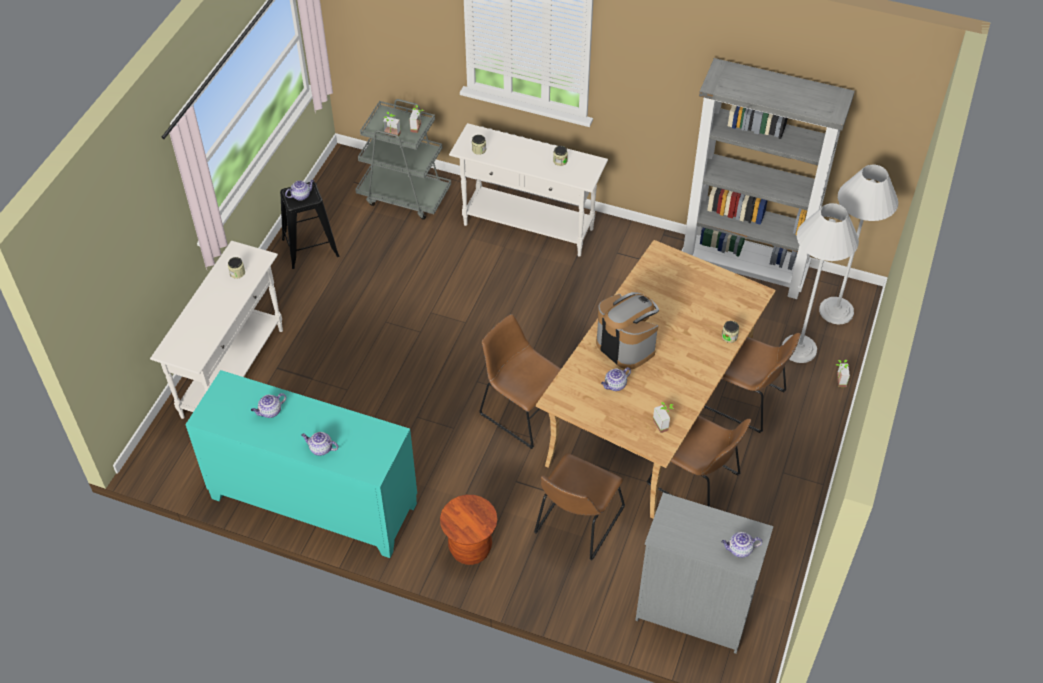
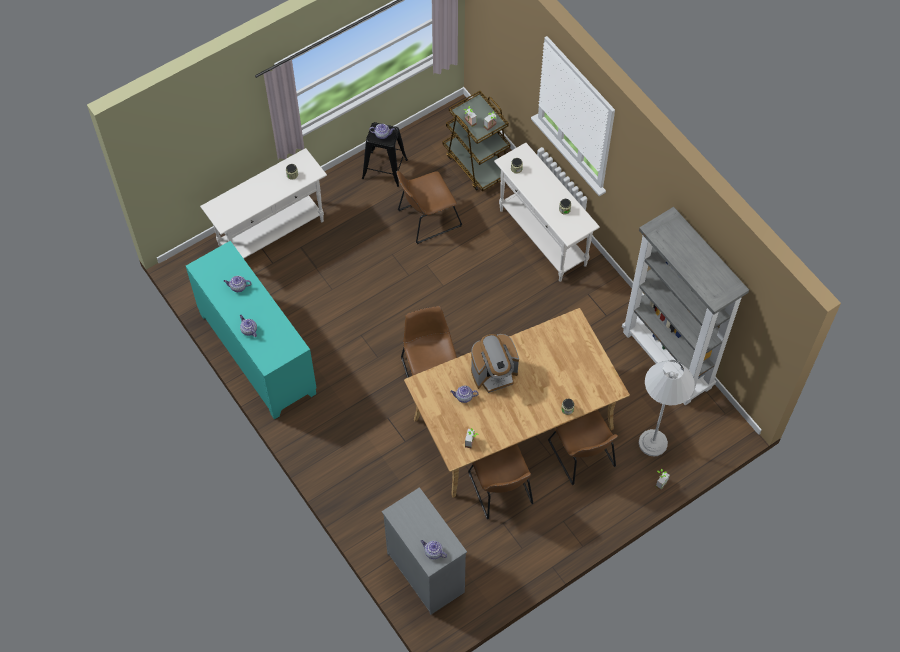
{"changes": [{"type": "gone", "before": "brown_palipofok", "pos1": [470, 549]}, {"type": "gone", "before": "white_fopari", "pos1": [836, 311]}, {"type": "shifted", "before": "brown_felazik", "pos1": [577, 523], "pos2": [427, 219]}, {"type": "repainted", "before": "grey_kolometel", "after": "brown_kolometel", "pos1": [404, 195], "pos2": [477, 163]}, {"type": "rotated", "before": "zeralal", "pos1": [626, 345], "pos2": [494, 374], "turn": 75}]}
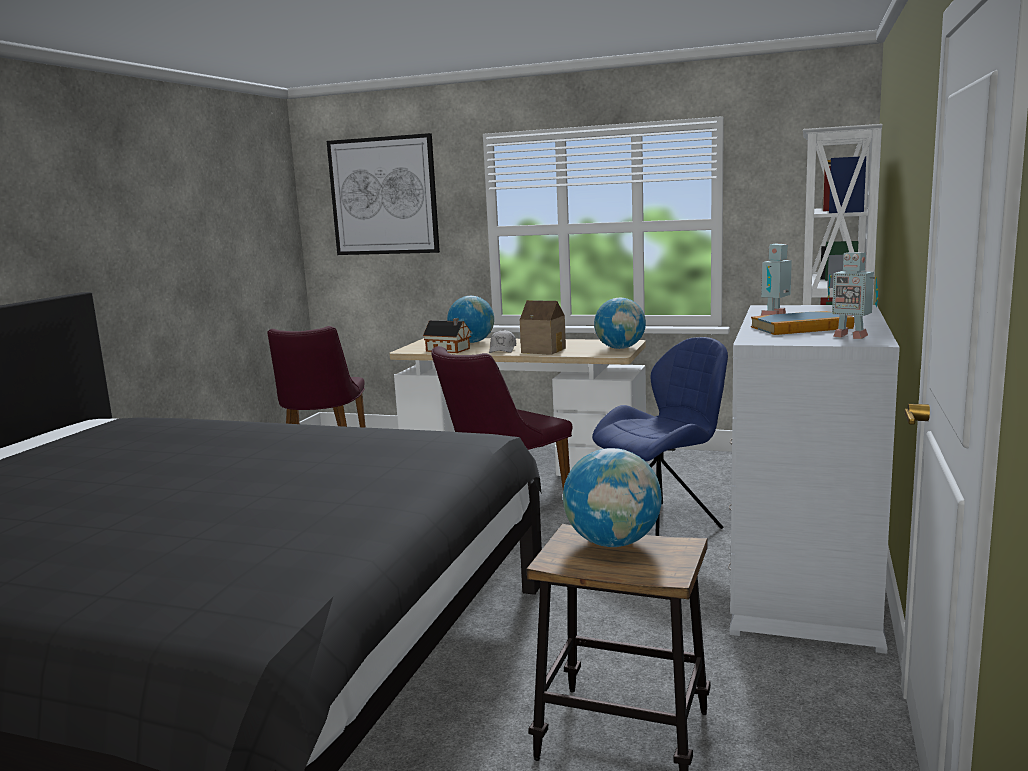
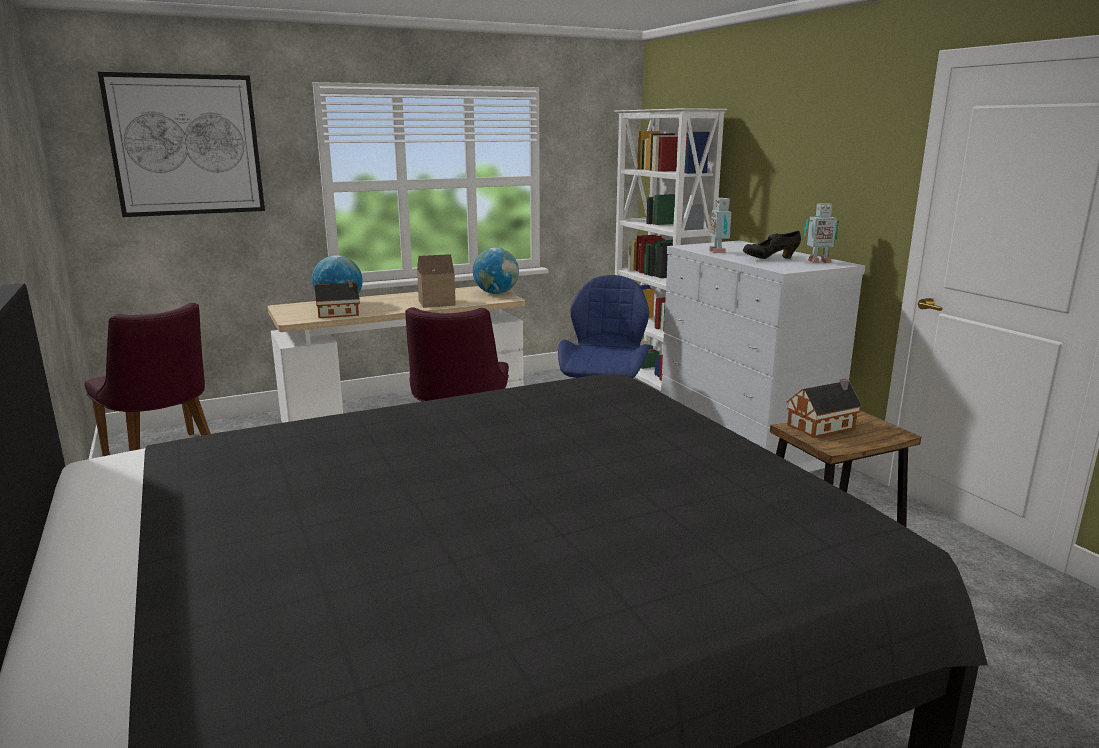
{"changes": [{"type": "gone", "before": "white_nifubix", "pos1": [502, 349]}, {"type": "swapped", "before": "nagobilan", "after": "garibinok", "pos1": [613, 543], "pos2": [823, 426]}, {"type": "swapped", "before": "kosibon", "after": "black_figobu", "pos1": [801, 328], "pos2": [770, 259]}]}
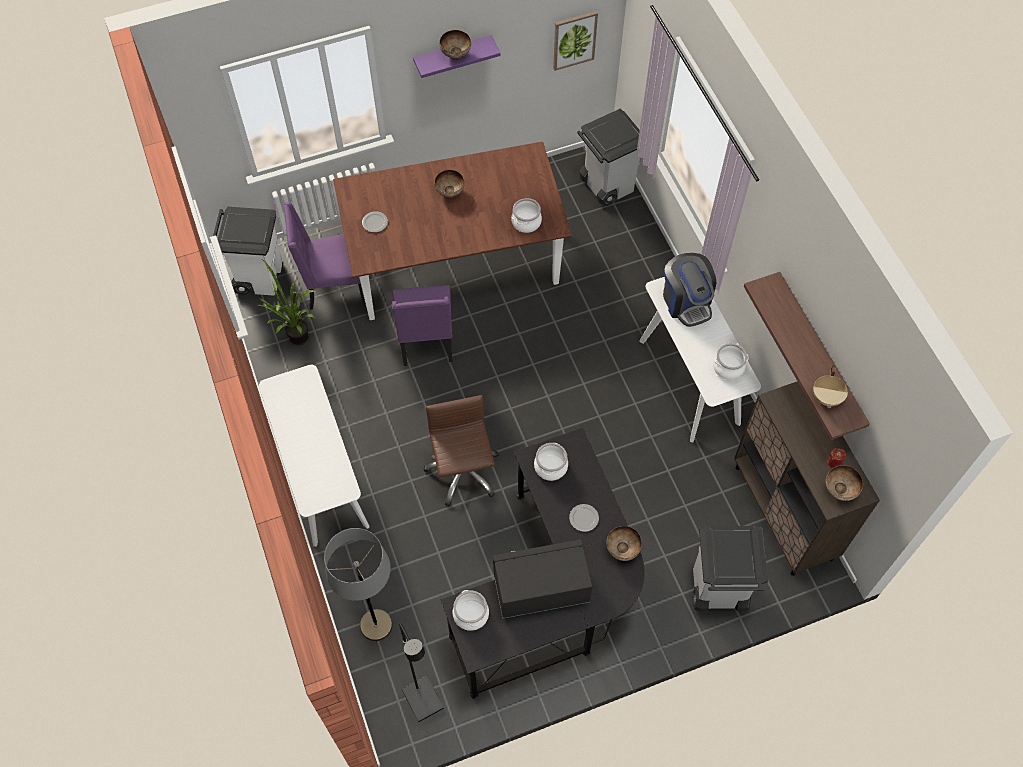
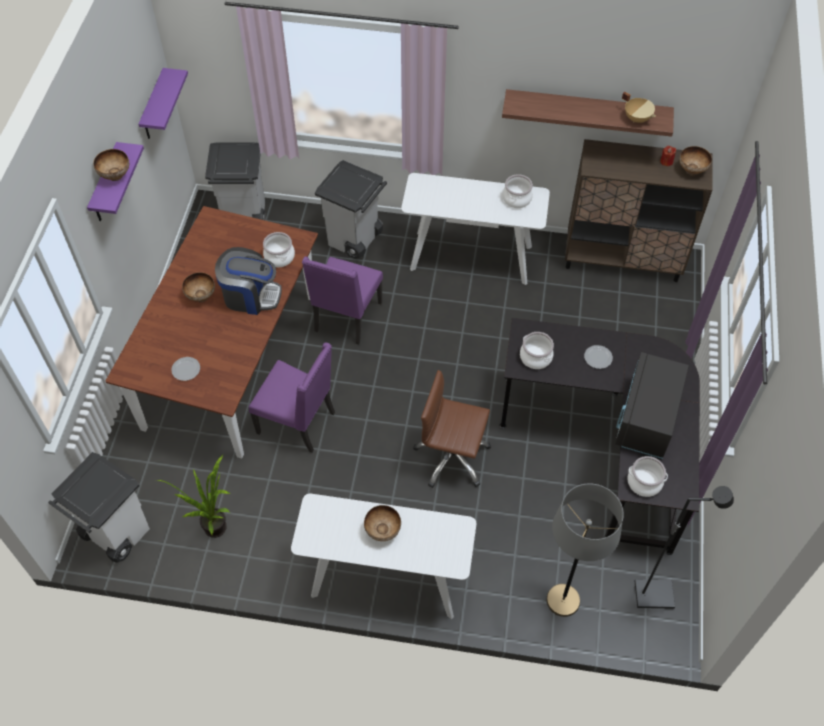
{"changes": [{"type": "shifted", "before": "purple_felazik", "pos1": [333, 287], "pos2": [346, 318]}, {"type": "shifted", "before": "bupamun", "pos1": [622, 550], "pos2": [383, 531]}, {"type": "shifted", "before": "zeralal", "pos1": [686, 301], "pos2": [250, 296]}, {"type": "shifted", "before": "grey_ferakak", "pos1": [717, 590], "pos2": [354, 240]}, {"type": "swapped", "before": "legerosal", "after": "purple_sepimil", "pos1": [574, 40], "pos2": [153, 106]}]}
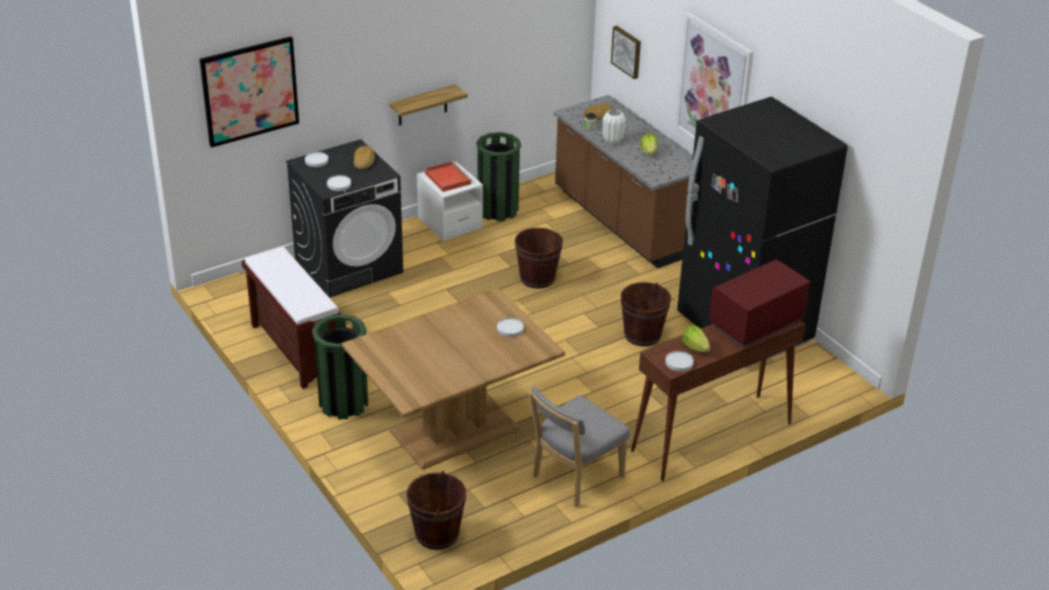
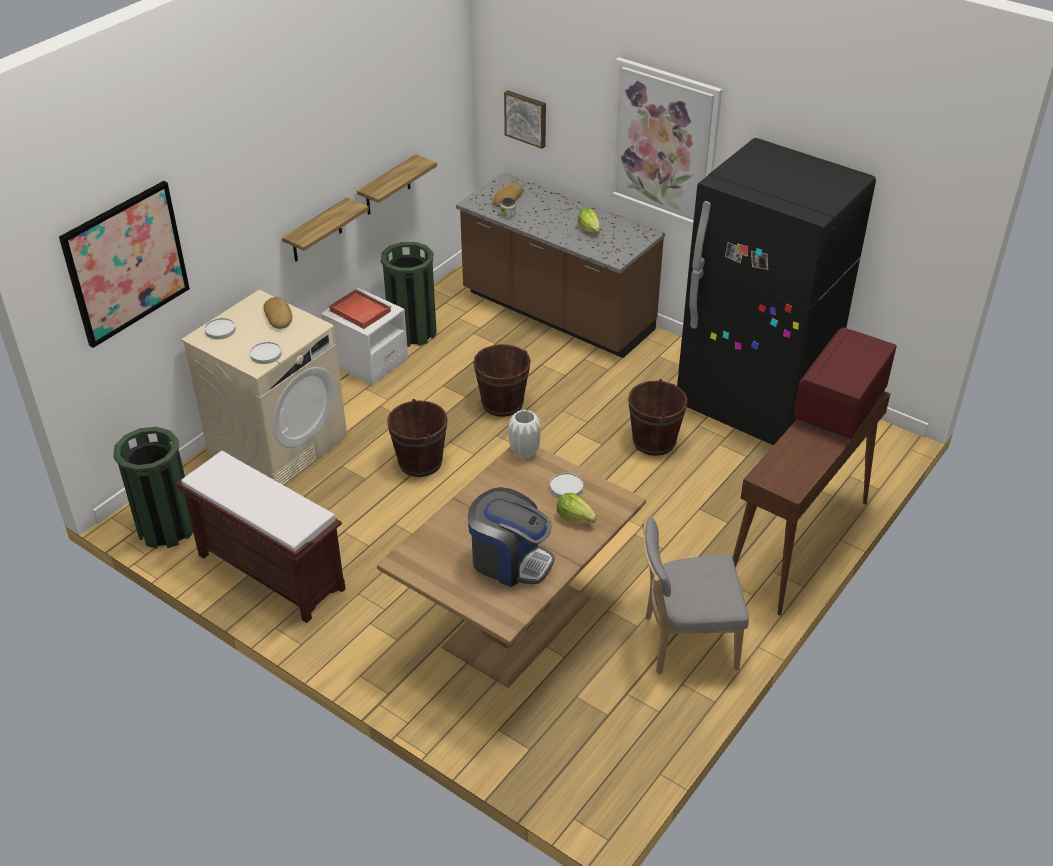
{"changes": [{"type": "gone", "before": "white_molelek", "pos1": [679, 362]}, {"type": "new", "after": "sepimil", "pos2": [387, 186]}, {"type": "new", "after": "zeralal", "pos2": [510, 560]}, {"type": "shifted", "before": "green_ferakak", "pos1": [343, 403], "pos2": [166, 528]}, {"type": "shifted", "before": "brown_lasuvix", "pos1": [437, 534], "pos2": [420, 462]}, {"type": "shifted", "before": "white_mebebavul", "pos1": [612, 141], "pos2": [524, 452]}, {"type": "shifted", "before": "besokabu", "pos1": [695, 347], "pos2": [575, 518]}, {"type": "repainted", "before": "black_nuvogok", "after": "beige_nuvogok", "pos1": [349, 265], "pos2": [278, 444]}, {"type": "rotated", "before": "grey_felazik", "pos1": [574, 478], "pos2": [685, 642], "turn": 60}]}
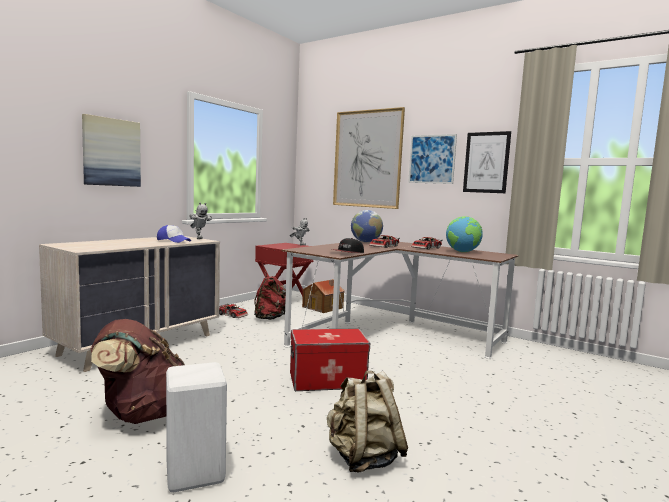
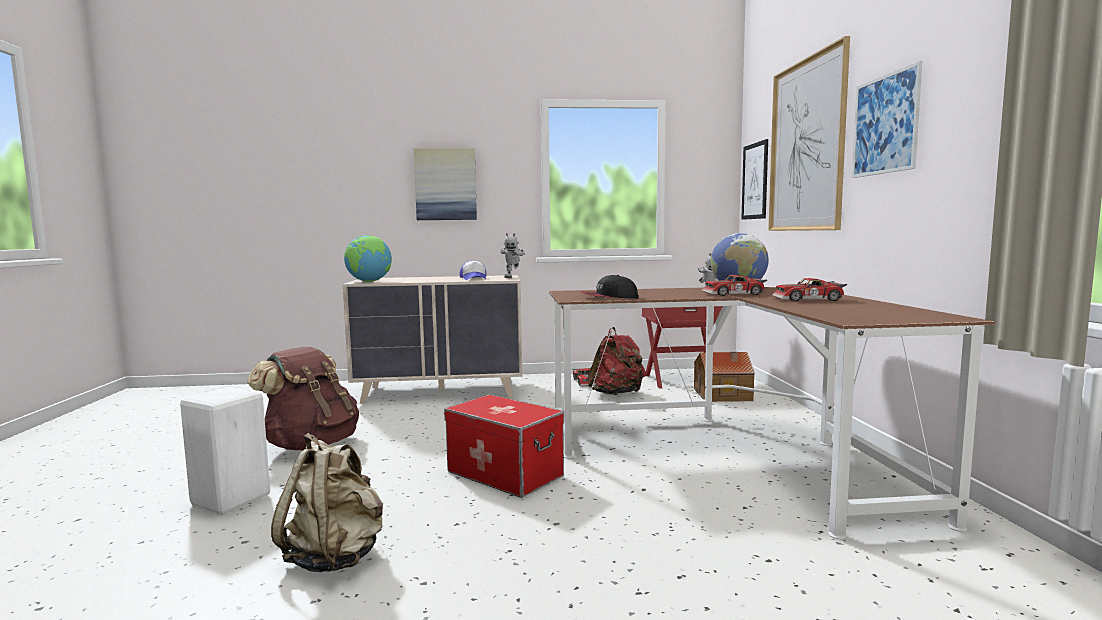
{"changes": [{"type": "shifted", "before": "nagobilan", "pos1": [462, 252], "pos2": [369, 281]}, {"type": "shifted", "before": "legerosal", "pos1": [486, 162], "pos2": [755, 181]}]}
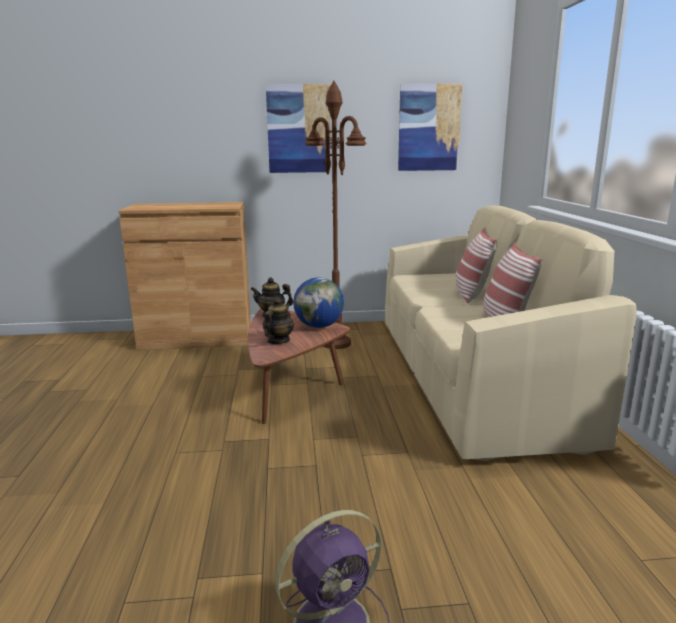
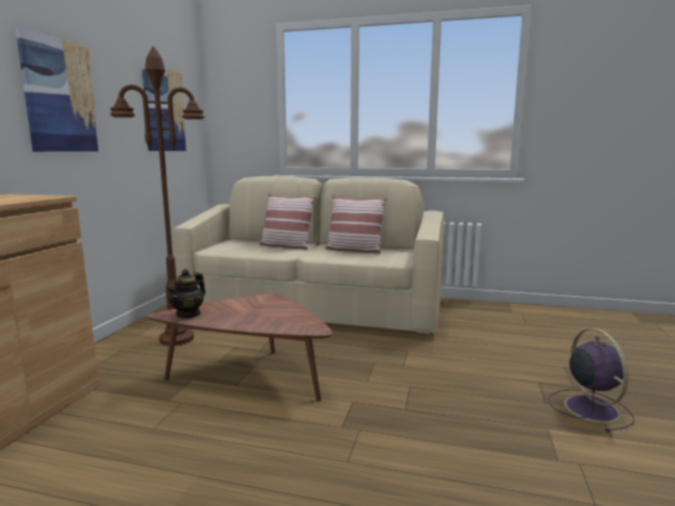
{"changes": [{"type": "gone", "before": "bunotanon", "pos1": [278, 341]}, {"type": "gone", "before": "nagobilan", "pos1": [319, 326]}]}
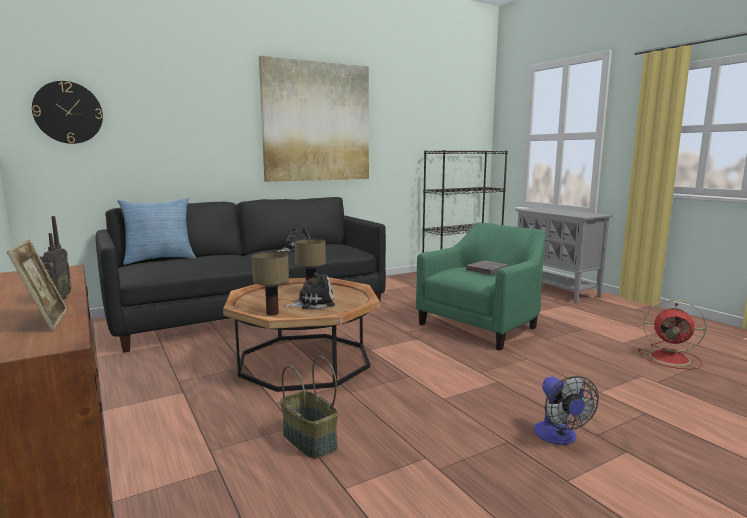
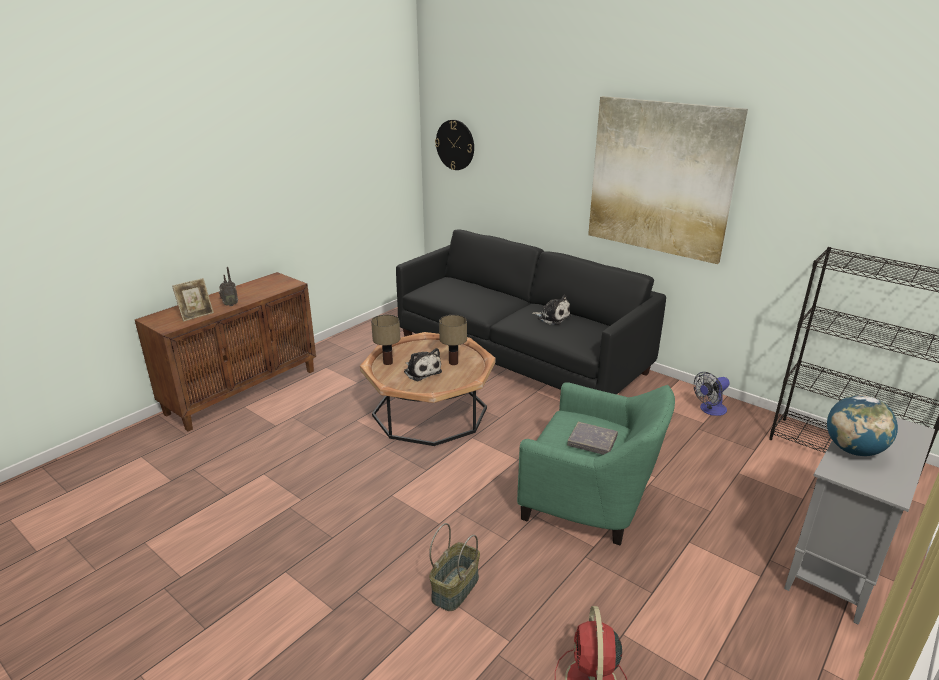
{"changes": [{"type": "gone", "before": "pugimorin", "pos1": [159, 259]}, {"type": "new", "after": "nagobilan", "pos2": [853, 450]}, {"type": "shifted", "before": "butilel", "pos1": [308, 440], "pos2": [454, 588]}, {"type": "shifted", "before": "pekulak", "pos1": [559, 437], "pos2": [710, 410]}]}
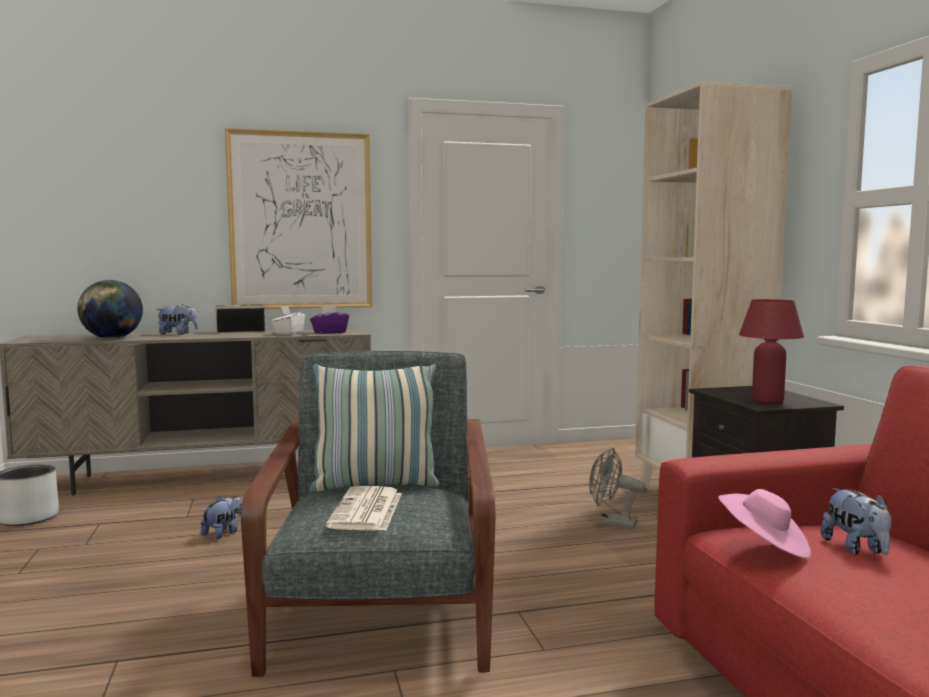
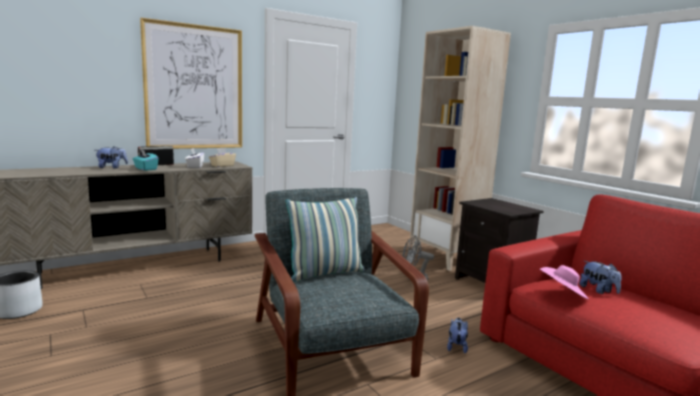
{"changes": [{"type": "gone", "before": "nagobilan", "pos1": [112, 338]}, {"type": "gone", "before": "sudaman", "pos1": [367, 511]}, {"type": "gone", "before": "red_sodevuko", "pos1": [767, 401]}, {"type": "new", "after": "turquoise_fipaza", "pos2": [145, 169]}, {"type": "shifted", "before": "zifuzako", "pos1": [223, 533], "pos2": [456, 346]}, {"type": "repainted", "before": "purple_fipaza", "after": "beige_fipaza", "pos1": [329, 332], "pos2": [222, 165]}]}
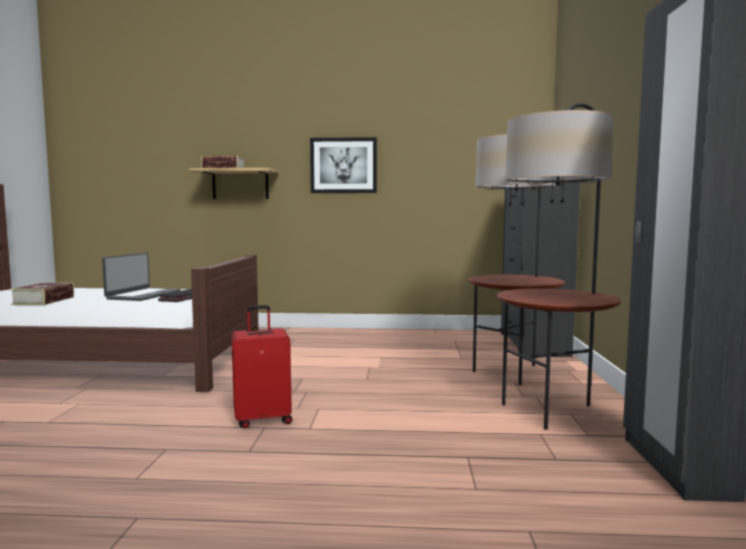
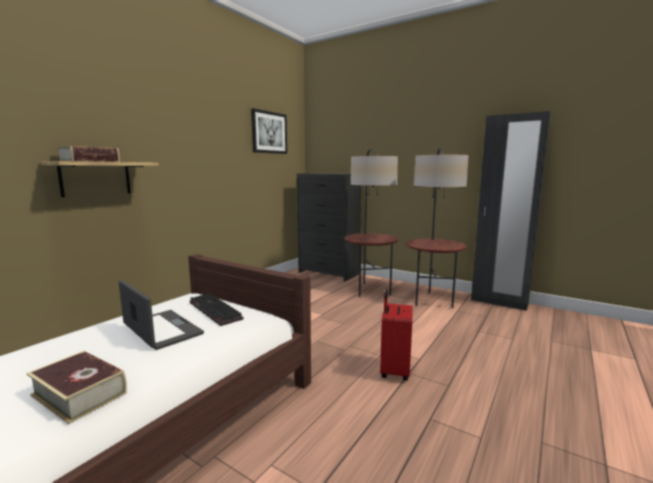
{"changes": [{"type": "shifted", "before": "legerosal", "pos1": [343, 165], "pos2": [269, 132]}]}
